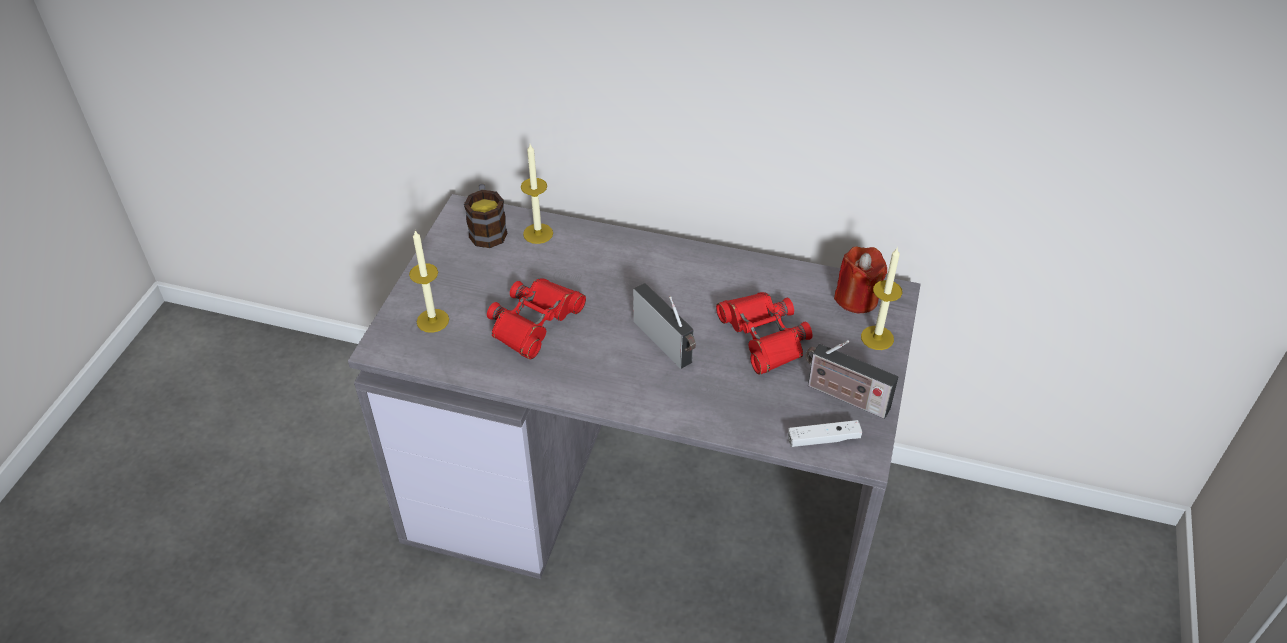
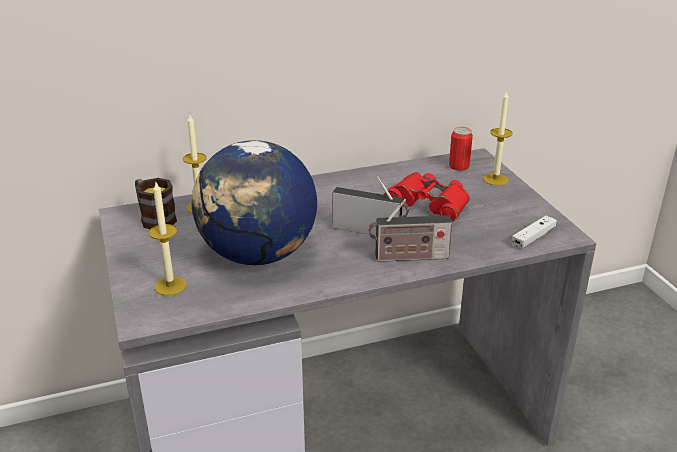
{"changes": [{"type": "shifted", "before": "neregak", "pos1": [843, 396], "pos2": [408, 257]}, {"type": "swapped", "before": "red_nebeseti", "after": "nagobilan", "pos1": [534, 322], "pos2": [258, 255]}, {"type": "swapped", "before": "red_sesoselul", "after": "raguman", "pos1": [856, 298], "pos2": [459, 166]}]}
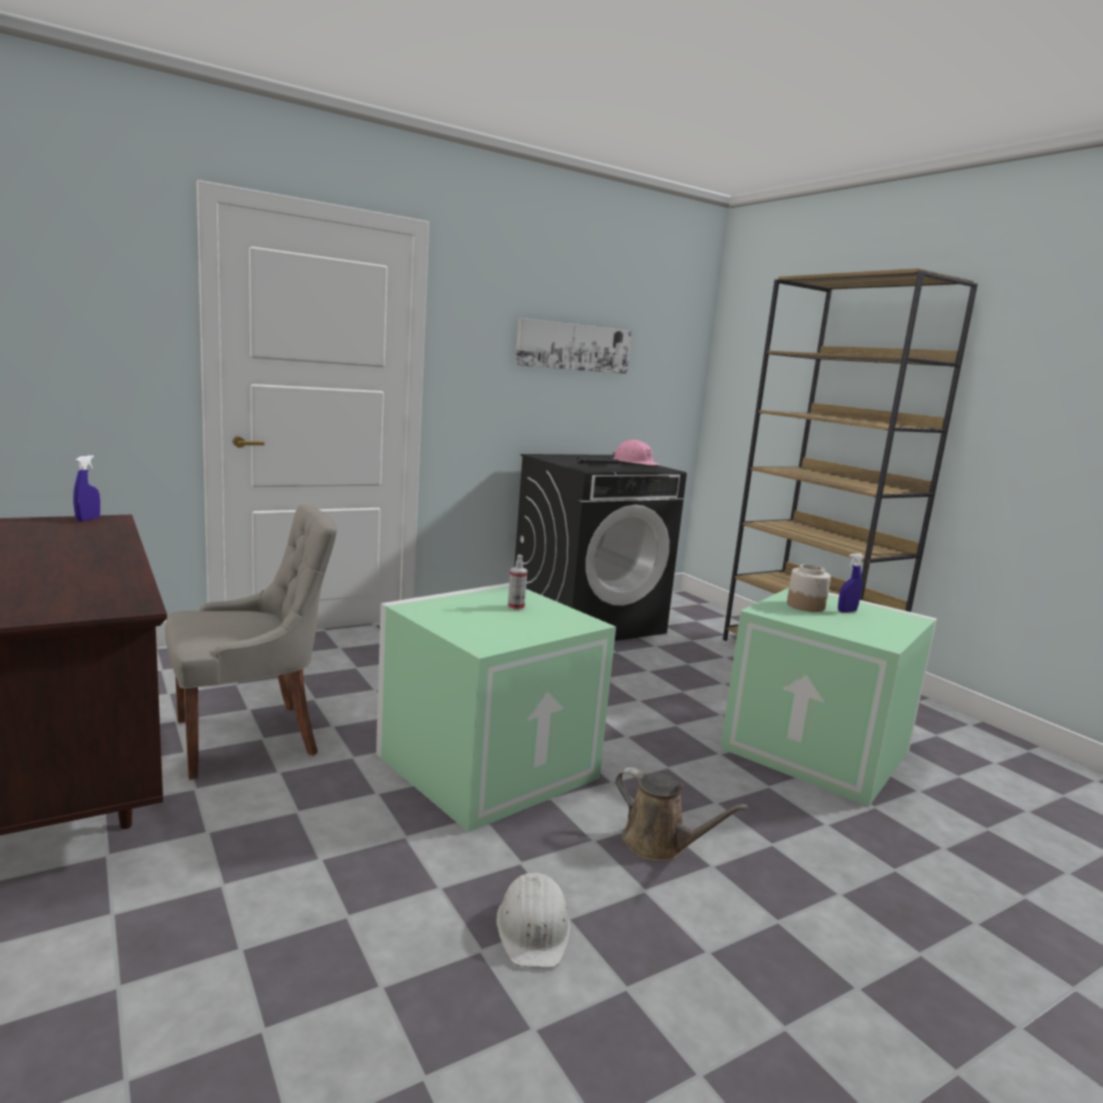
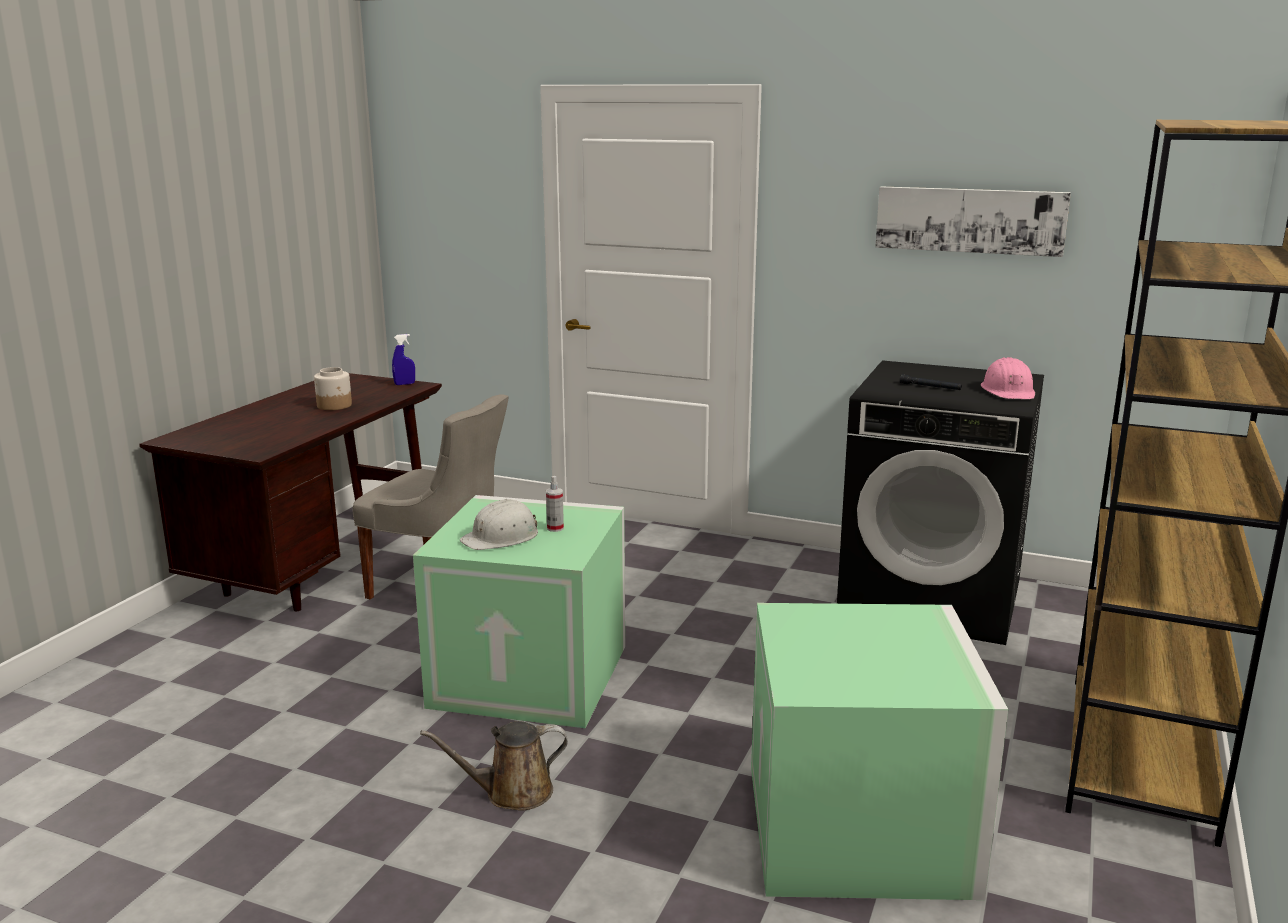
{"changes": [{"type": "gone", "before": "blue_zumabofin", "pos1": [847, 611]}, {"type": "shifted", "before": "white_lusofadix", "pos1": [533, 928], "pos2": [501, 537]}, {"type": "shifted", "before": "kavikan", "pos1": [806, 606], "pos2": [335, 405]}, {"type": "rotated", "before": "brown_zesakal", "pos1": [659, 845], "pos2": [512, 793], "turn": 75}]}
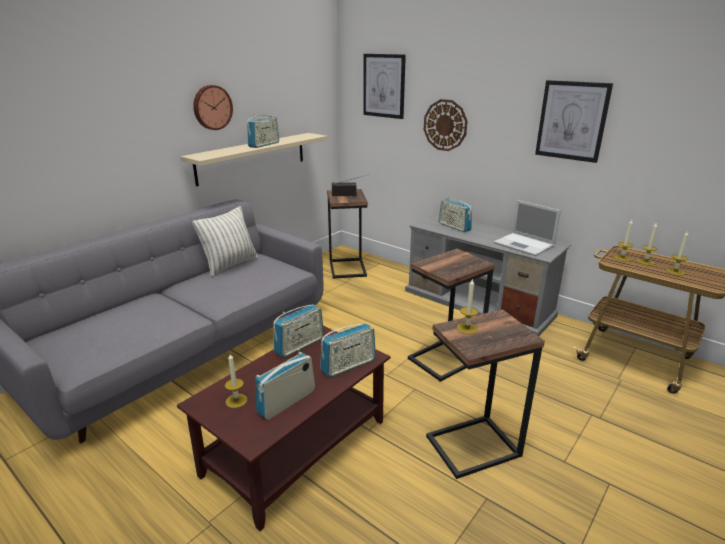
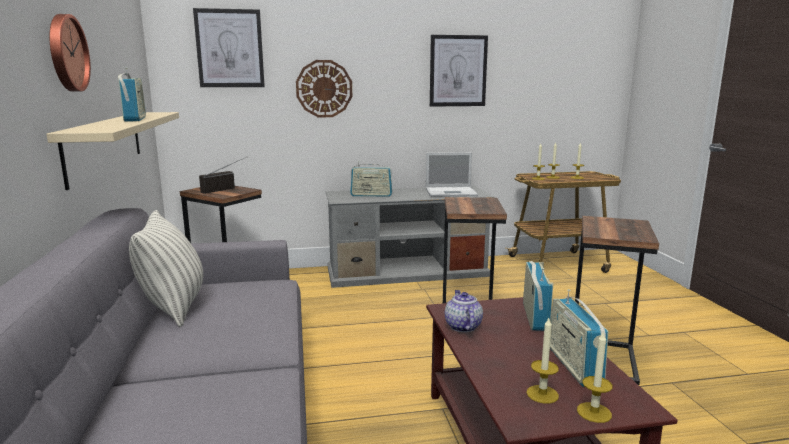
{"changes": [{"type": "shifted", "before": "sesoselul", "pos1": [467, 328], "pos2": [594, 412]}, {"type": "swapped", "before": "neregak", "after": "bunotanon", "pos1": [299, 345], "pos2": [462, 326]}]}
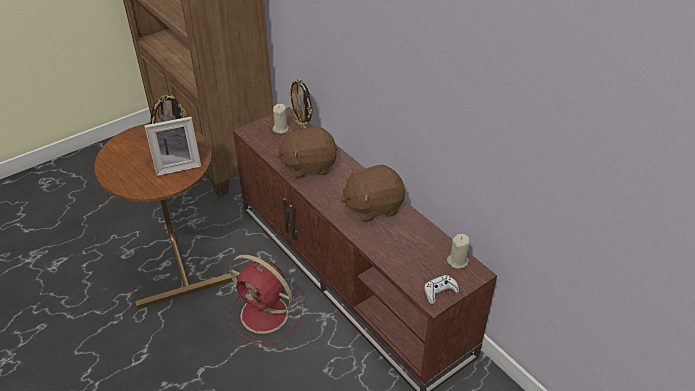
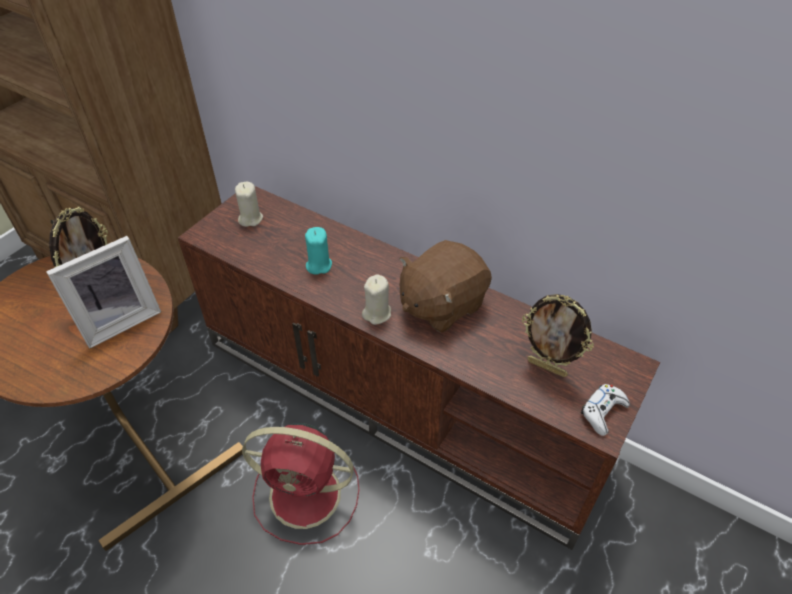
{"changes": [{"type": "shifted", "before": "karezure", "pos1": [302, 127], "pos2": [547, 367]}, {"type": "shifted", "before": "beige_sesoselul", "pos1": [457, 261], "pos2": [377, 313]}, {"type": "swapped", "before": "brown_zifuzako", "after": "turquoise_sesoselul", "pos1": [309, 165], "pos2": [318, 265]}]}
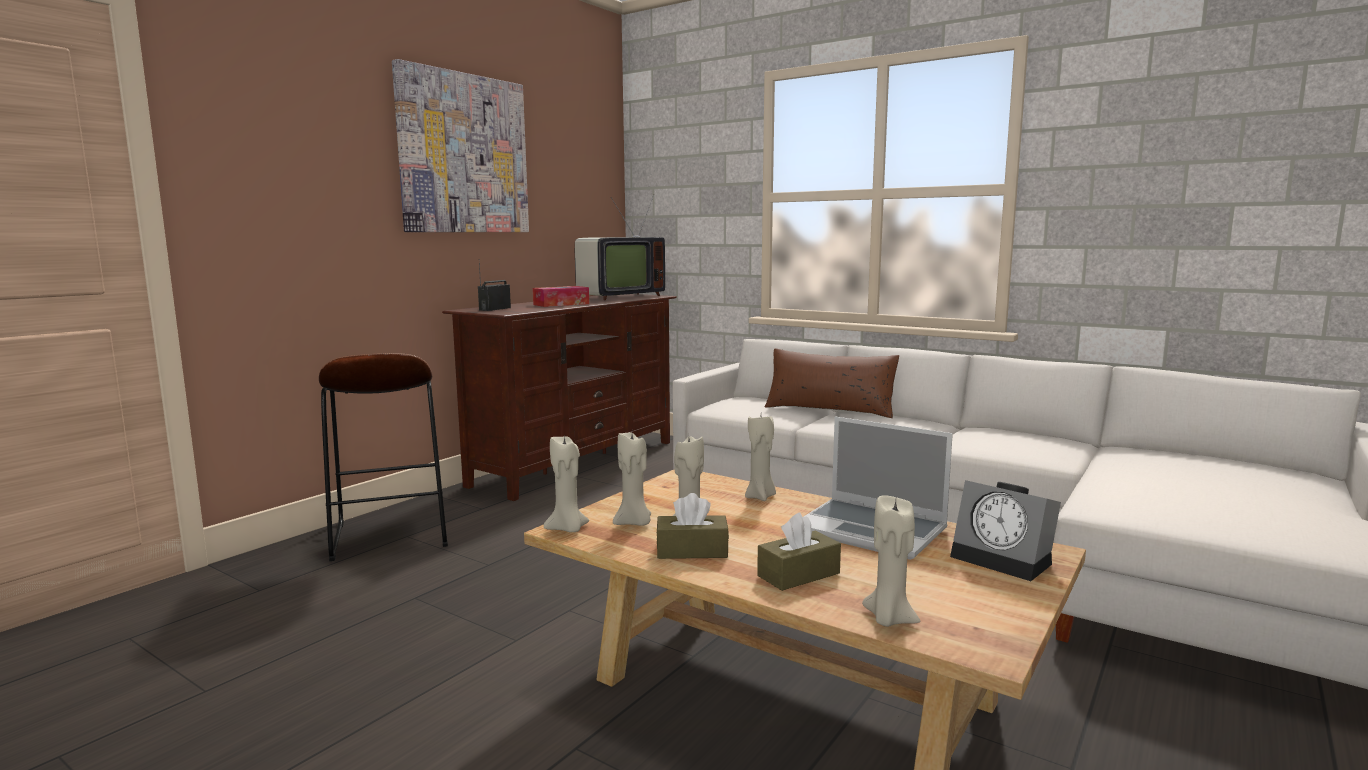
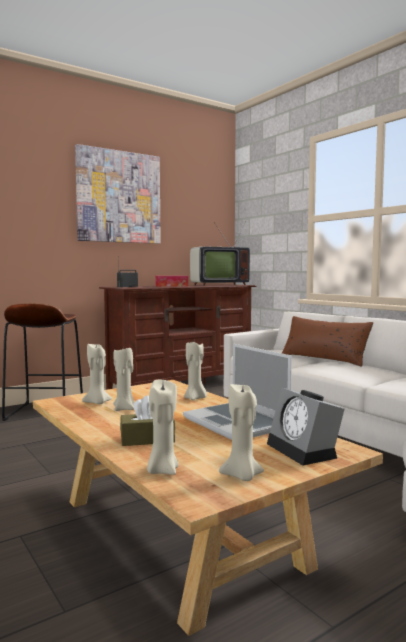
{"changes": [{"type": "gone", "before": "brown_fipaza", "pos1": [692, 551]}, {"type": "shifted", "before": "beige_sesoselul", "pos1": [568, 529], "pos2": [242, 476]}]}
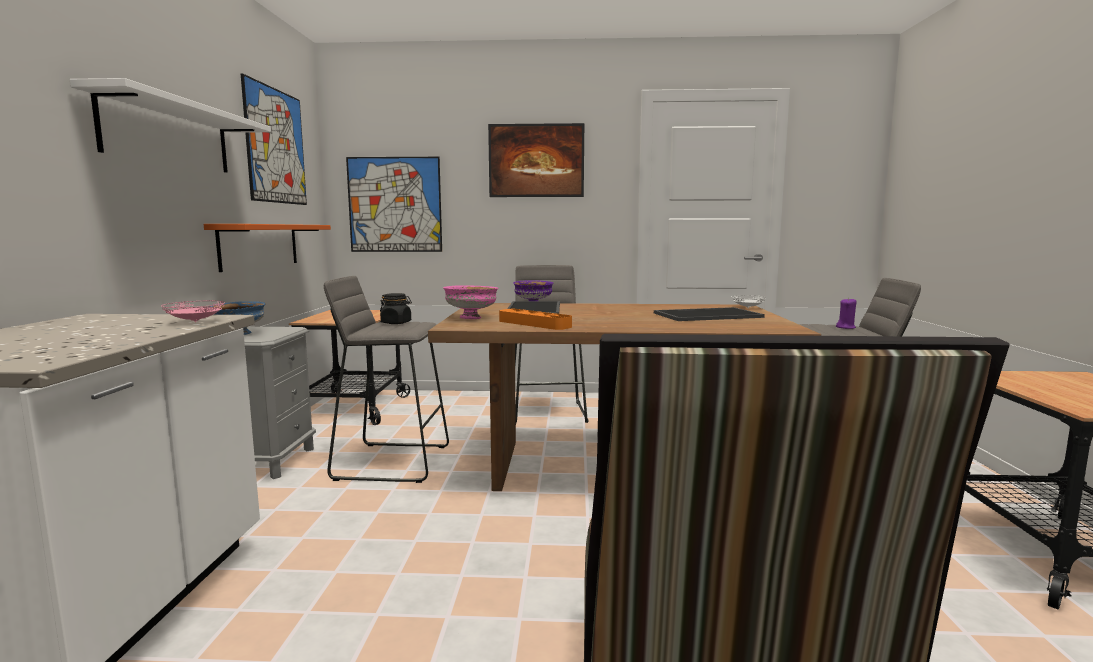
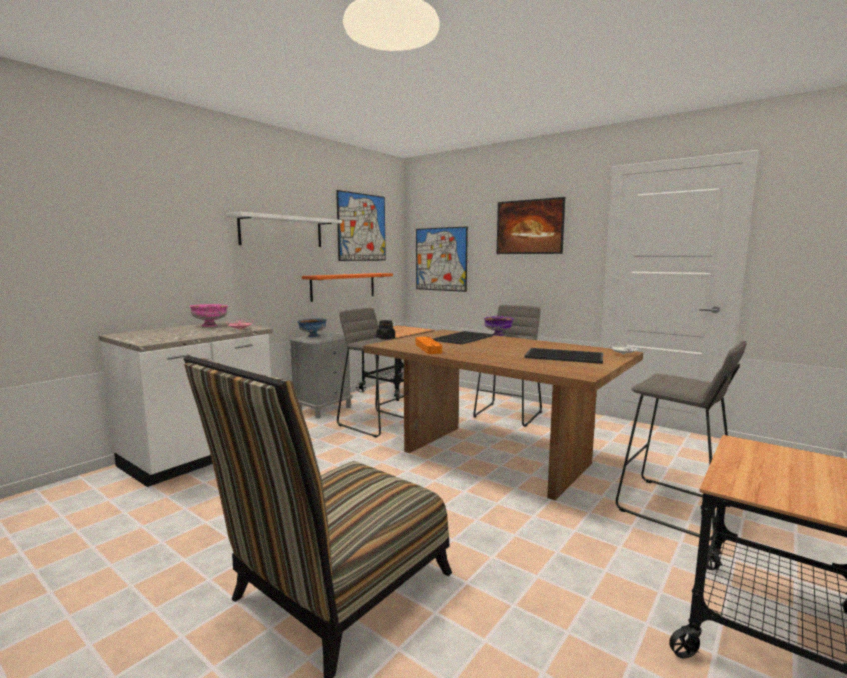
{"changes": [{"type": "gone", "before": "purple_sesoselul", "pos1": [845, 327]}, {"type": "shifted", "before": "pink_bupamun", "pos1": [471, 318], "pos2": [210, 325]}]}
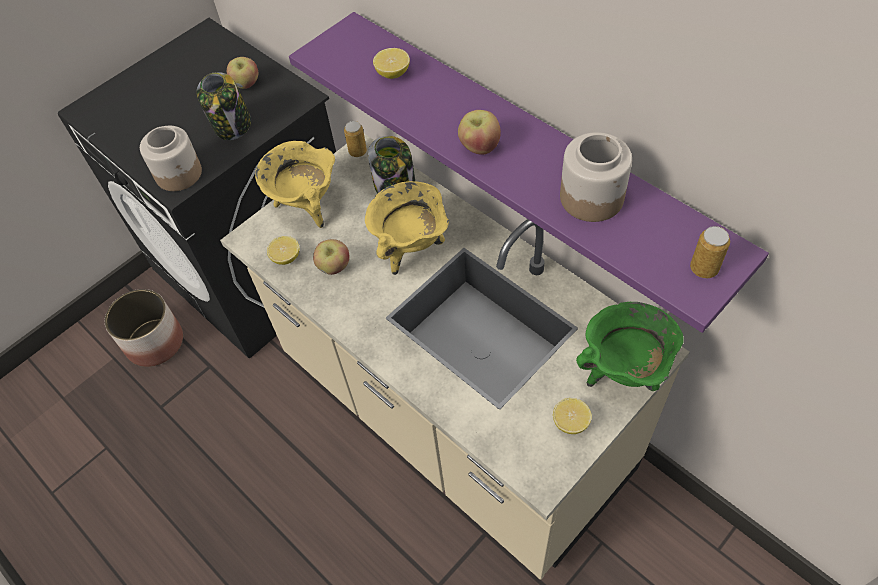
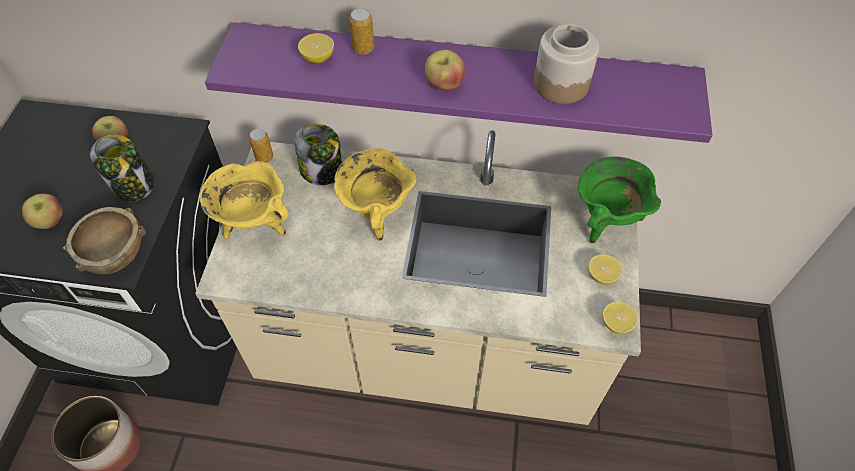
{"changes": [{"type": "shifted", "before": "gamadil", "pos1": [286, 258], "pos2": [616, 324]}, {"type": "shifted", "before": "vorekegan", "pos1": [334, 267], "pos2": [50, 221]}, {"type": "shifted", "before": "raguman", "pos1": [704, 268], "pos2": [363, 48]}, {"type": "swapped", "before": "kavikan", "after": "brown_bupamun", "pos1": [179, 174], "pos2": [115, 252]}]}
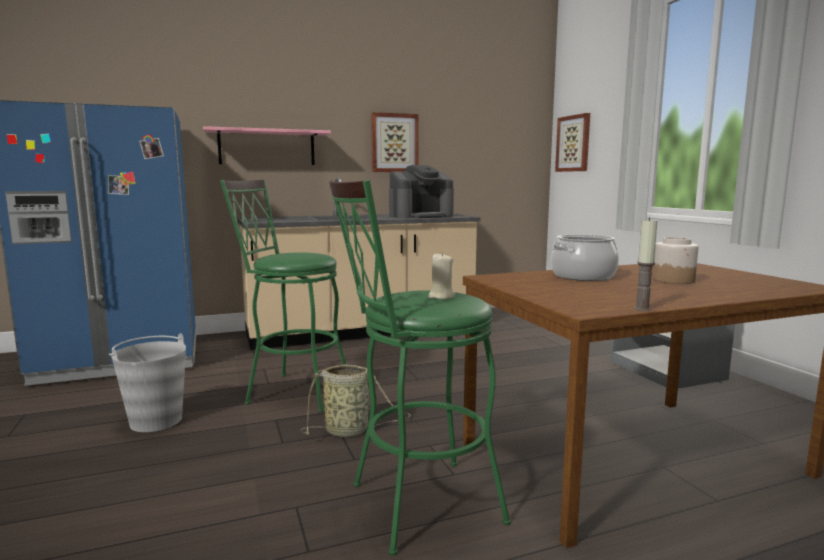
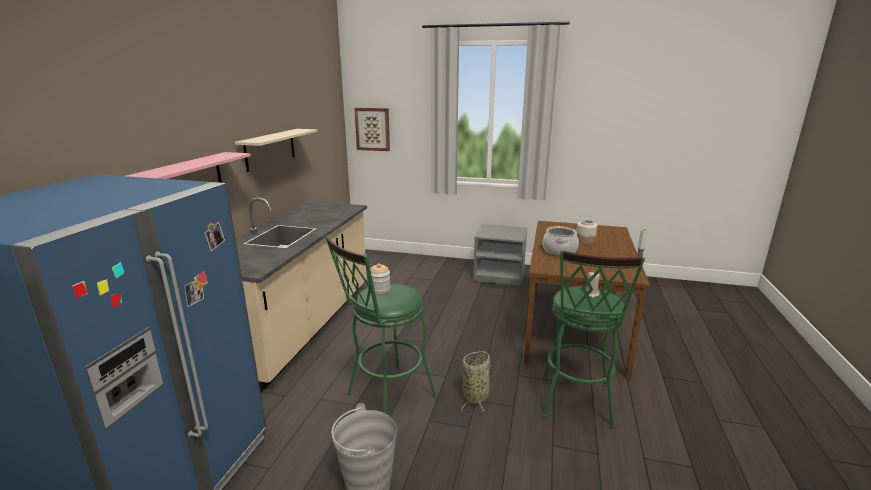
{"changes": [{"type": "gone", "before": "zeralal", "pos1": [421, 216]}, {"type": "new", "after": "kavikan", "pos2": [380, 289]}, {"type": "swapped", "before": "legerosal", "after": "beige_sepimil", "pos1": [394, 143], "pos2": [270, 149]}]}
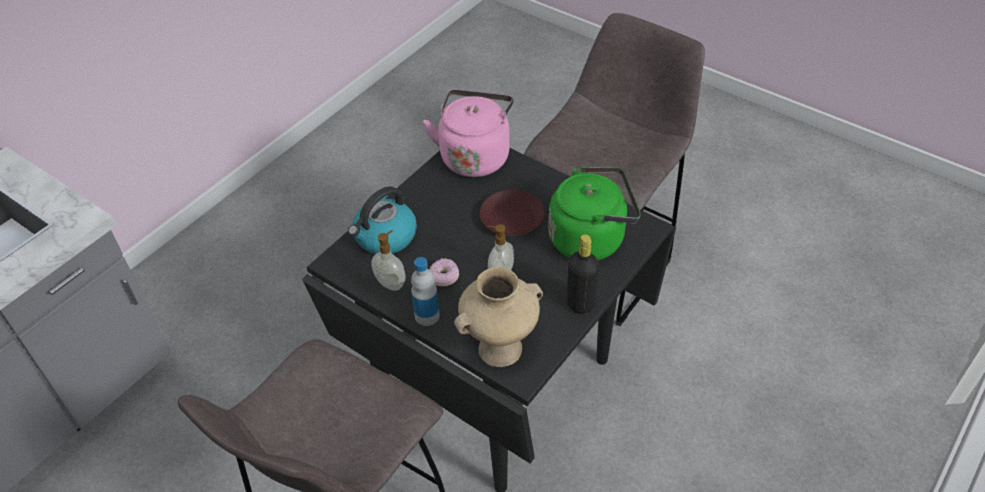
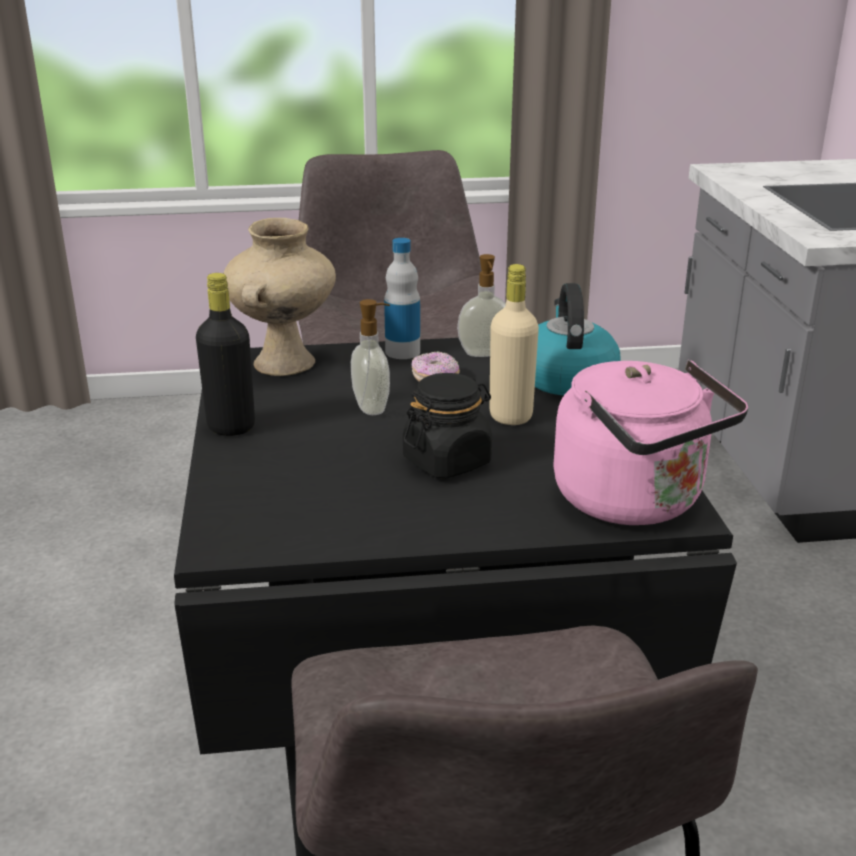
{"changes": [{"type": "gone", "before": "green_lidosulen", "pos1": [591, 238]}, {"type": "new", "after": "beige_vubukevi", "pos2": [510, 416]}, {"type": "swapped", "before": "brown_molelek", "after": "black_kavikan", "pos1": [512, 218], "pos2": [447, 461]}]}
